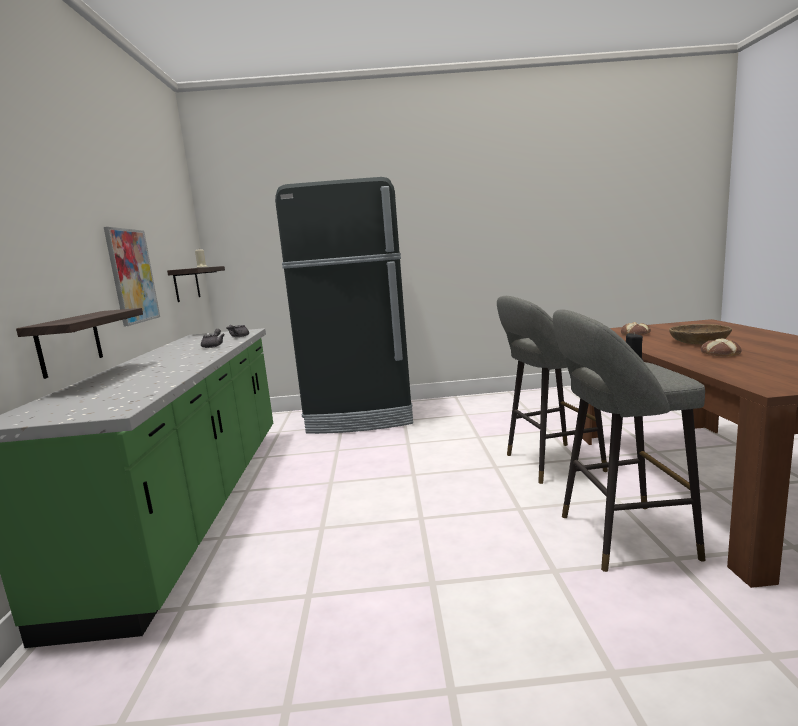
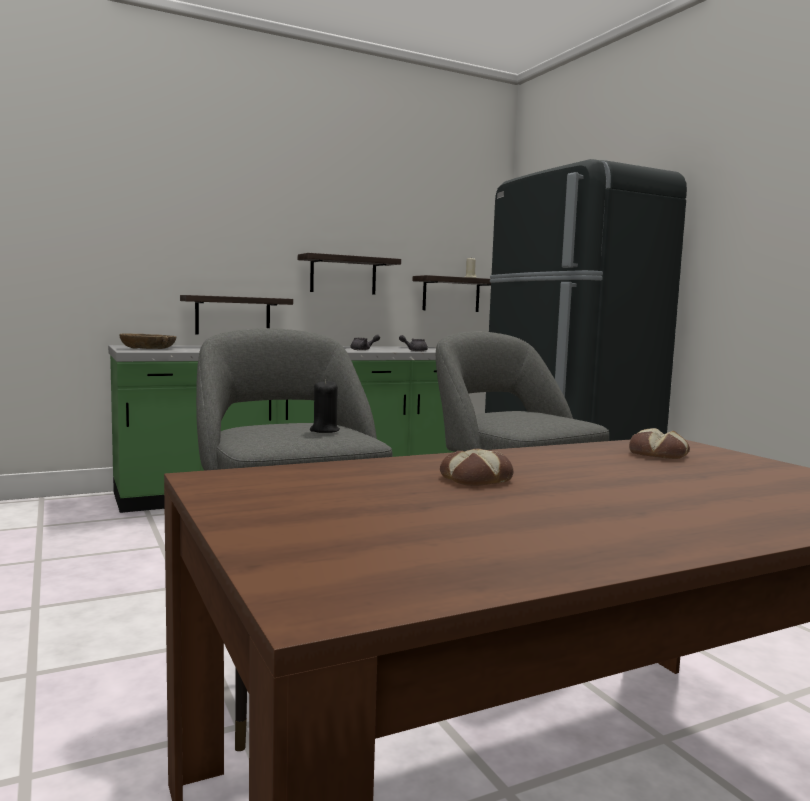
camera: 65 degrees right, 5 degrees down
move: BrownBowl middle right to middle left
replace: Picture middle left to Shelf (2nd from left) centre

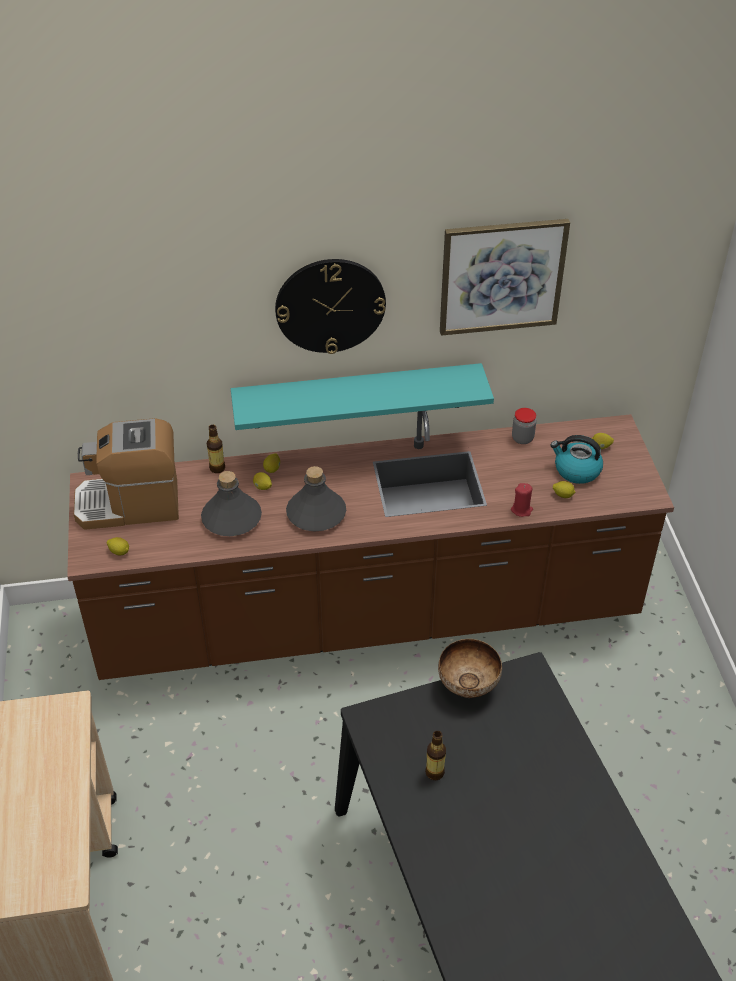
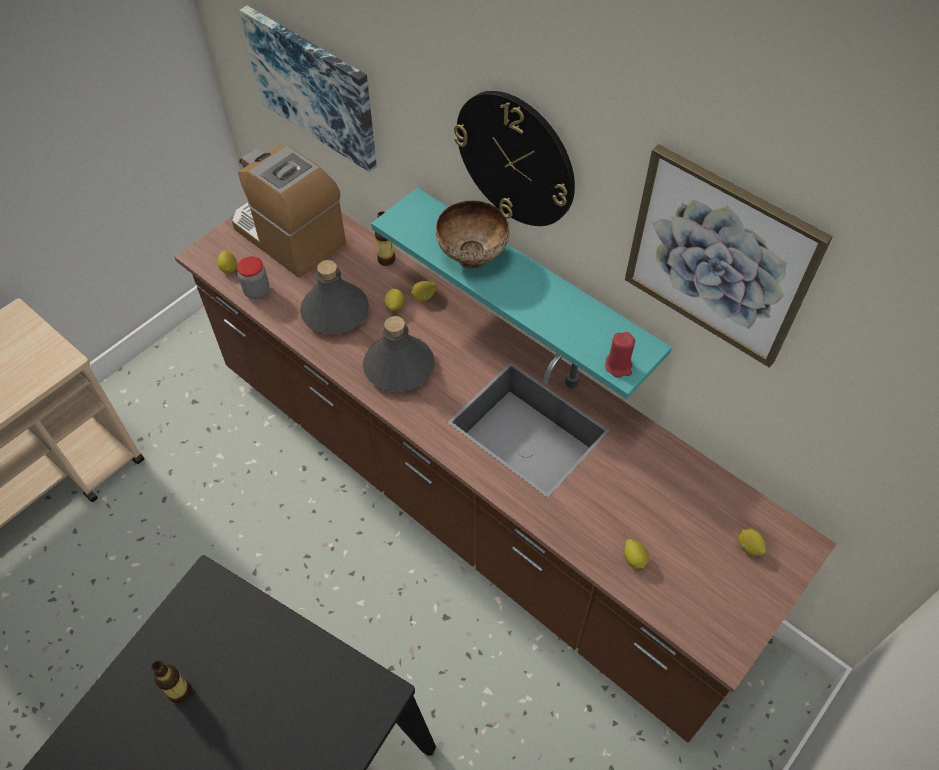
camera: 50 degrees right, 10 degrees up
delete: Kettle middle right
insert: Picture (1st from left) top left
move: Bowl bottom centre to top centre; RedCandle middle right to centre; Jar middle right to middle left

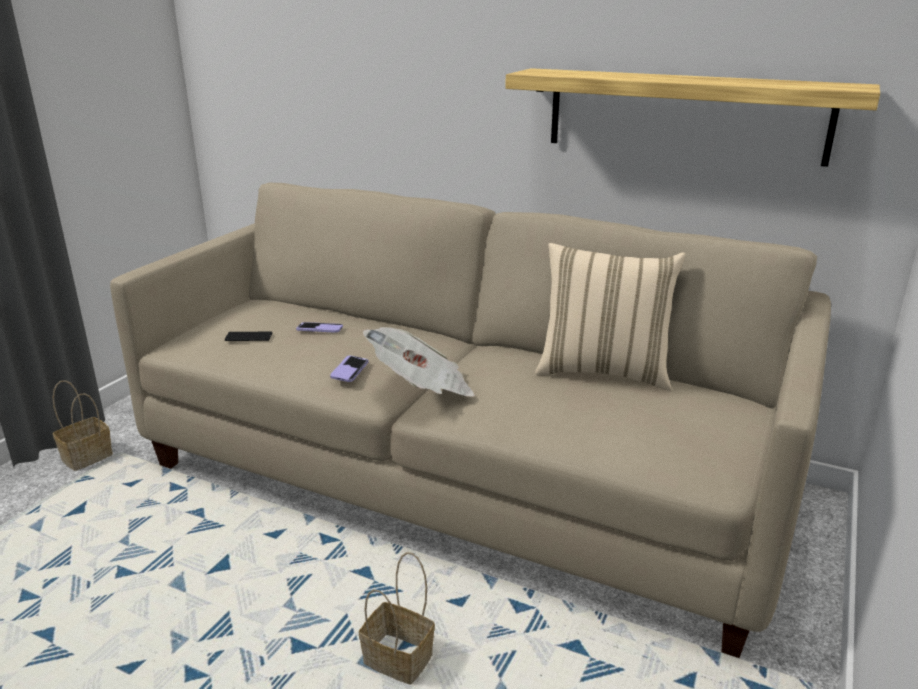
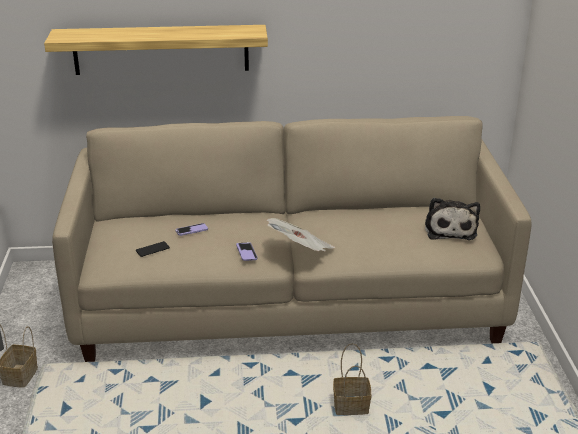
camera: 30 degrees left, 5 degrees up
delete: BeigePillow centre
insert: PlushToy middle right
move: Shelf top right to top left

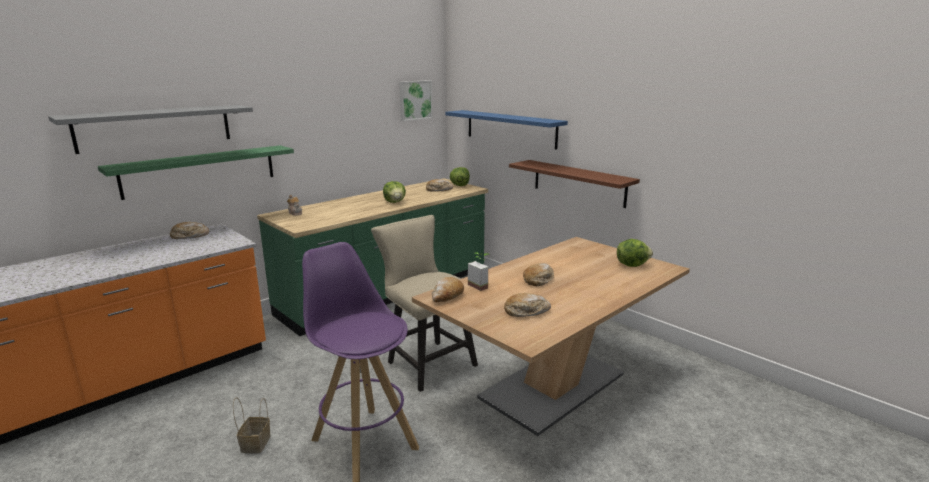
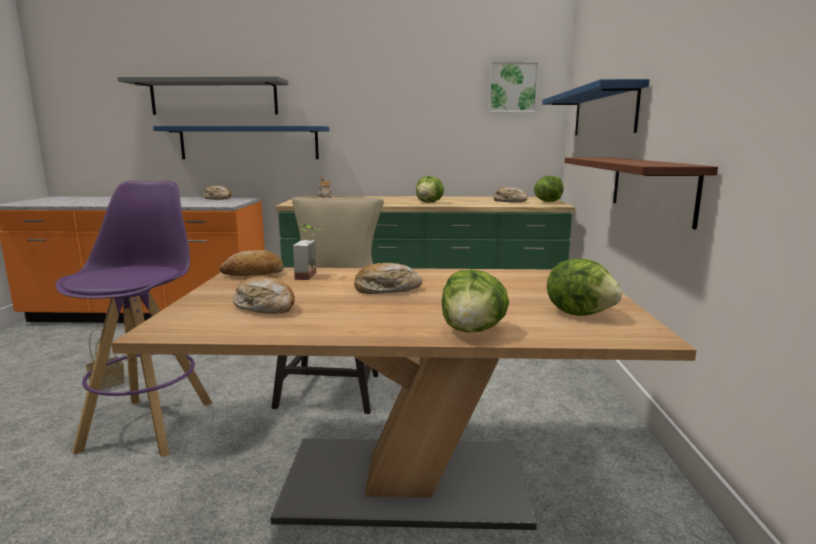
camera: 45 degrees right, 5 degrees down
insert: Lettuce (2nd from left) centre
recolor: GreenShelf middle left to BlueShelf (1st from left) top left

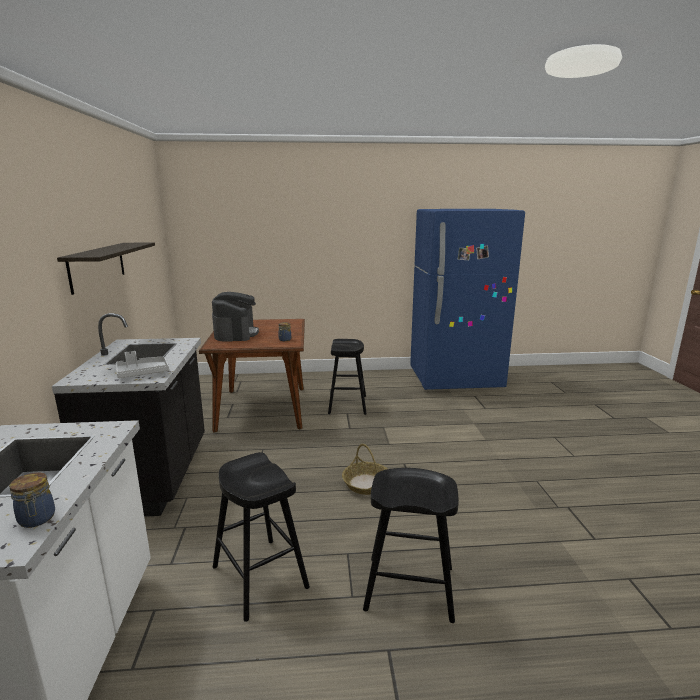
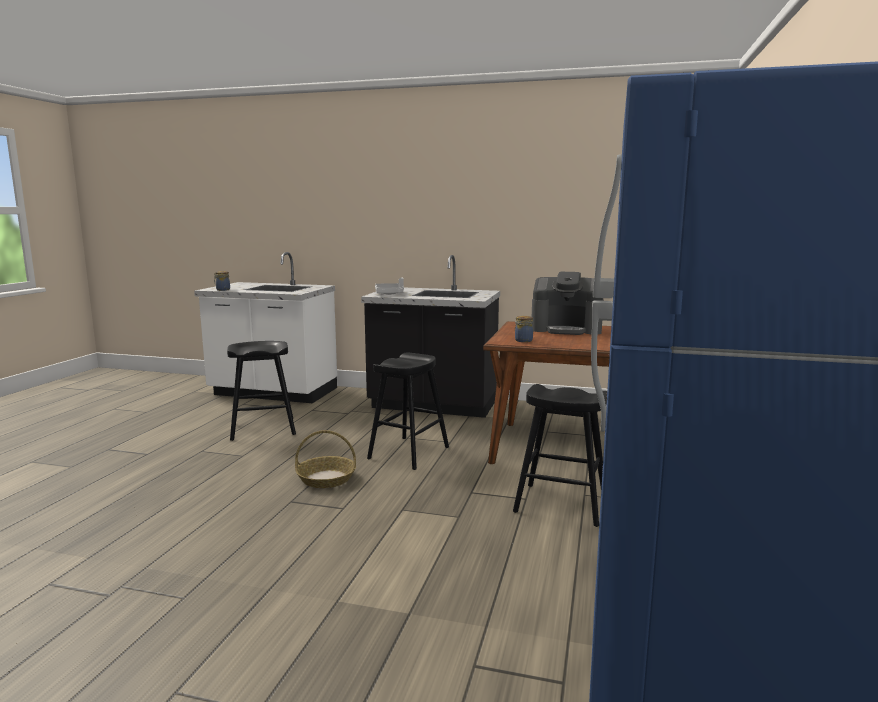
camera: 110 degrees right, 5 degrees down
delete: Shelf middle left
move: BlackStool (3rd from left in the first image) bottom centre to BlackStool (2nd from left) centre

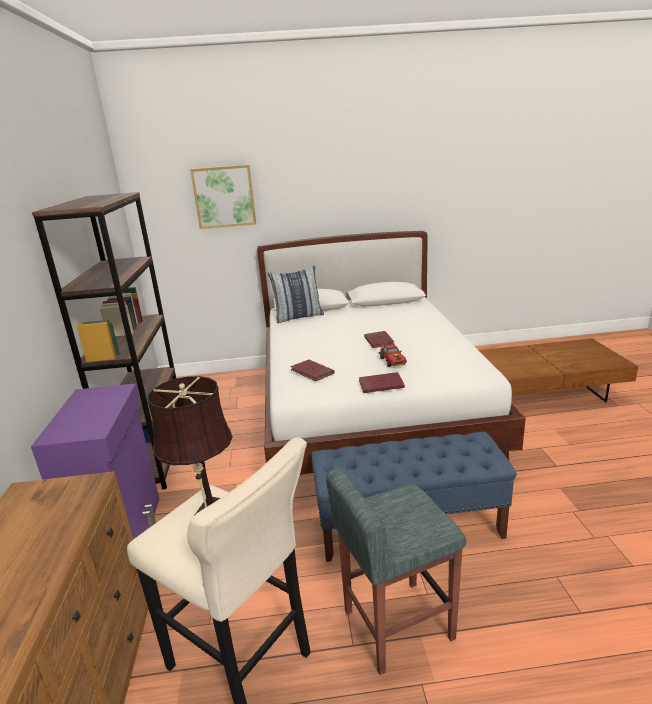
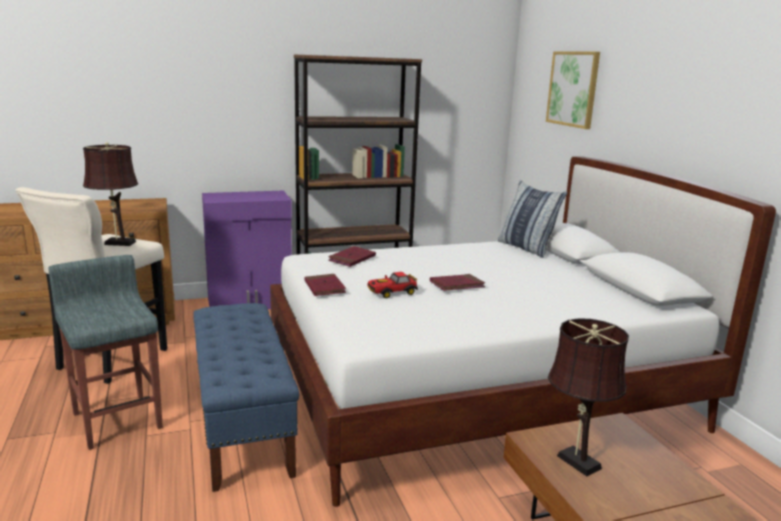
camera: 75 degrees right, 5 degrees down
insert: BrownTableLamp (2nd from left) bottom right

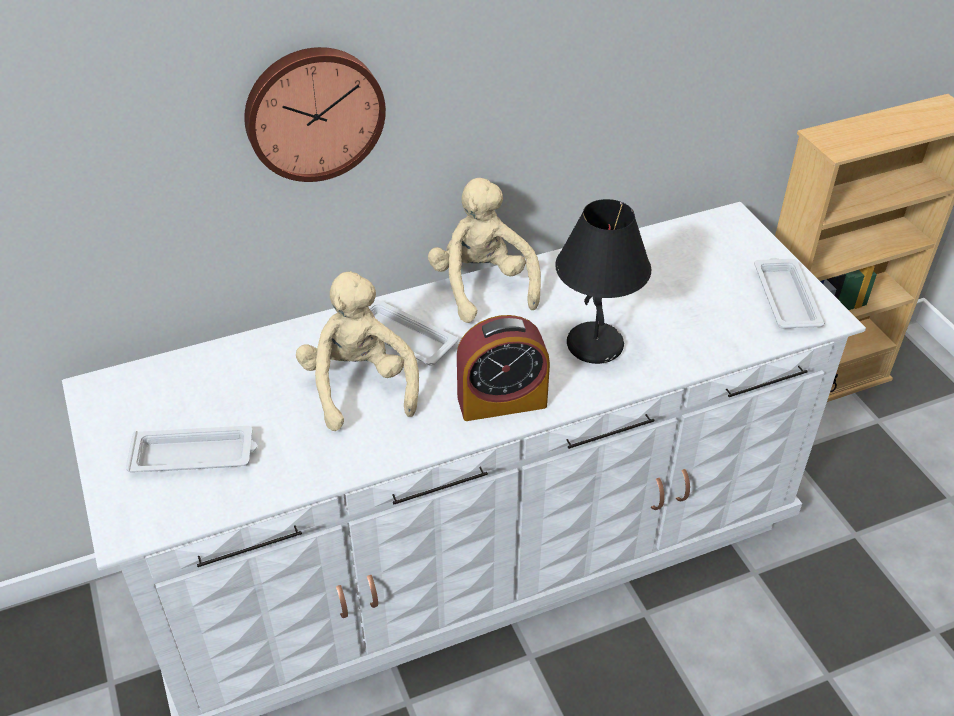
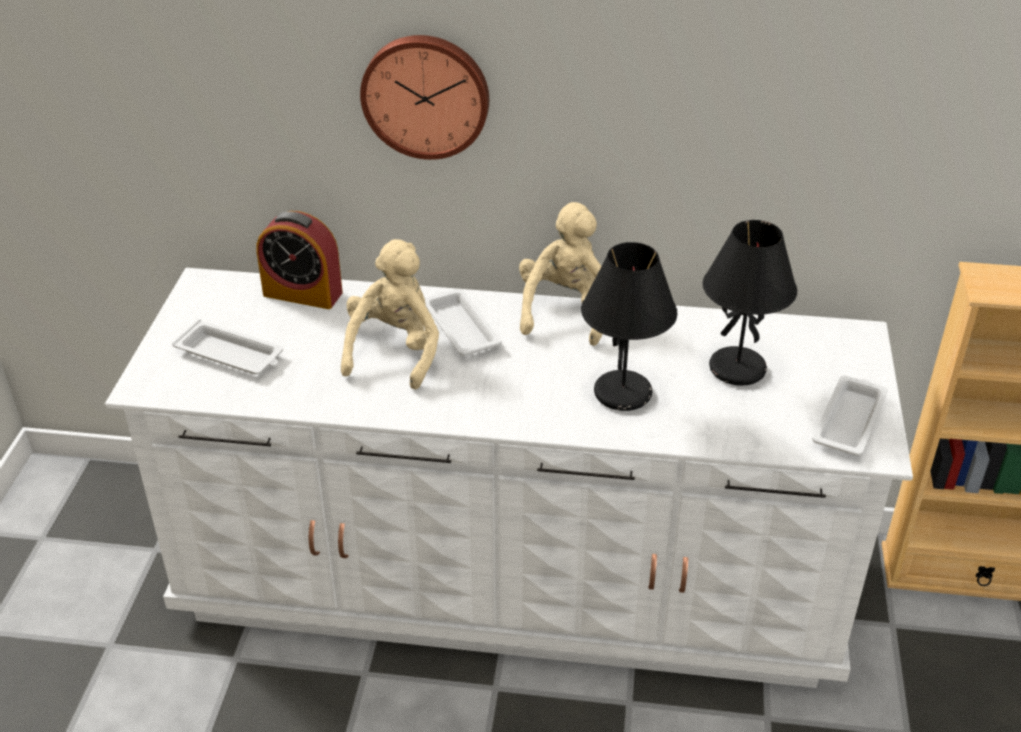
camera: 30 degrees right, 5 degrees down
insert: BlackTableLamp (2nd from left) middle right
move: AlarmClock centre to middle left

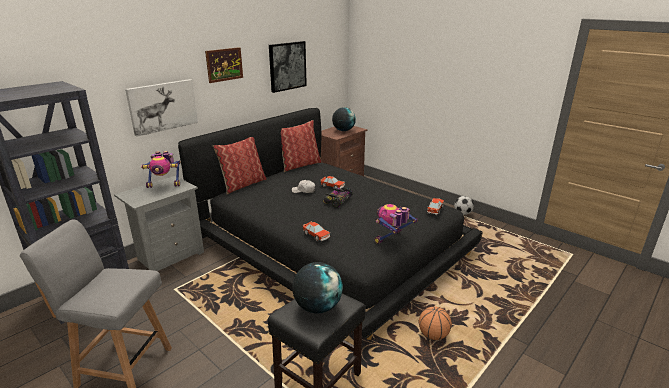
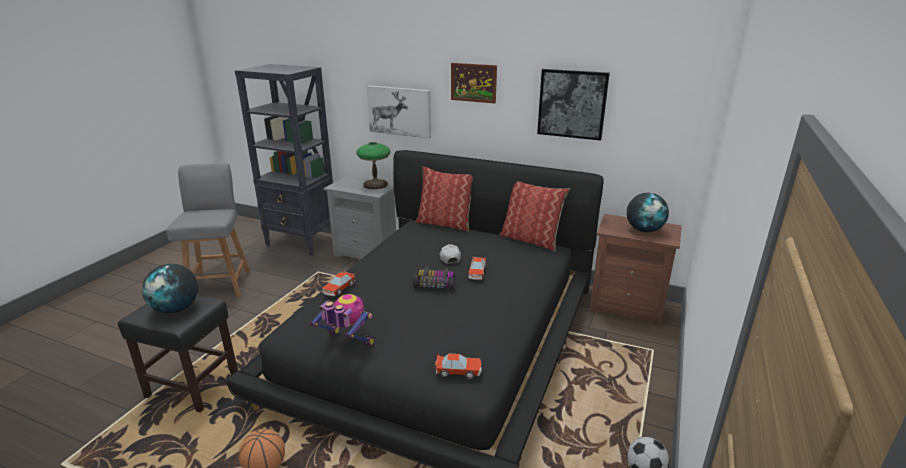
camera: 70 degrees right, 0 degrees up
replace: ToyRobot (1st from left) middle left to TableLamp centre

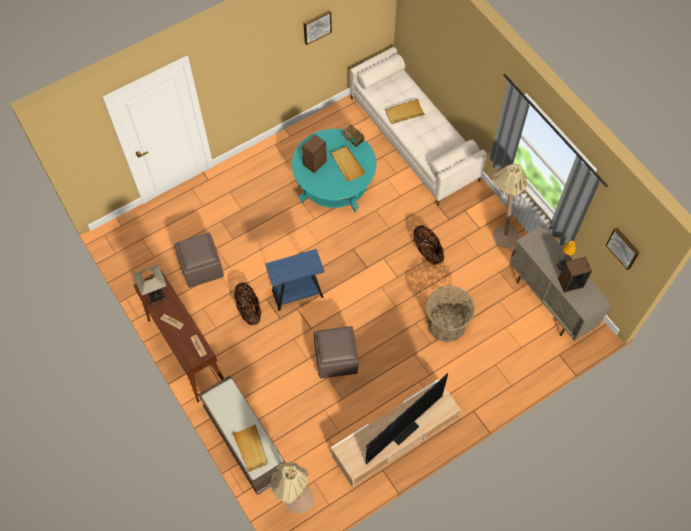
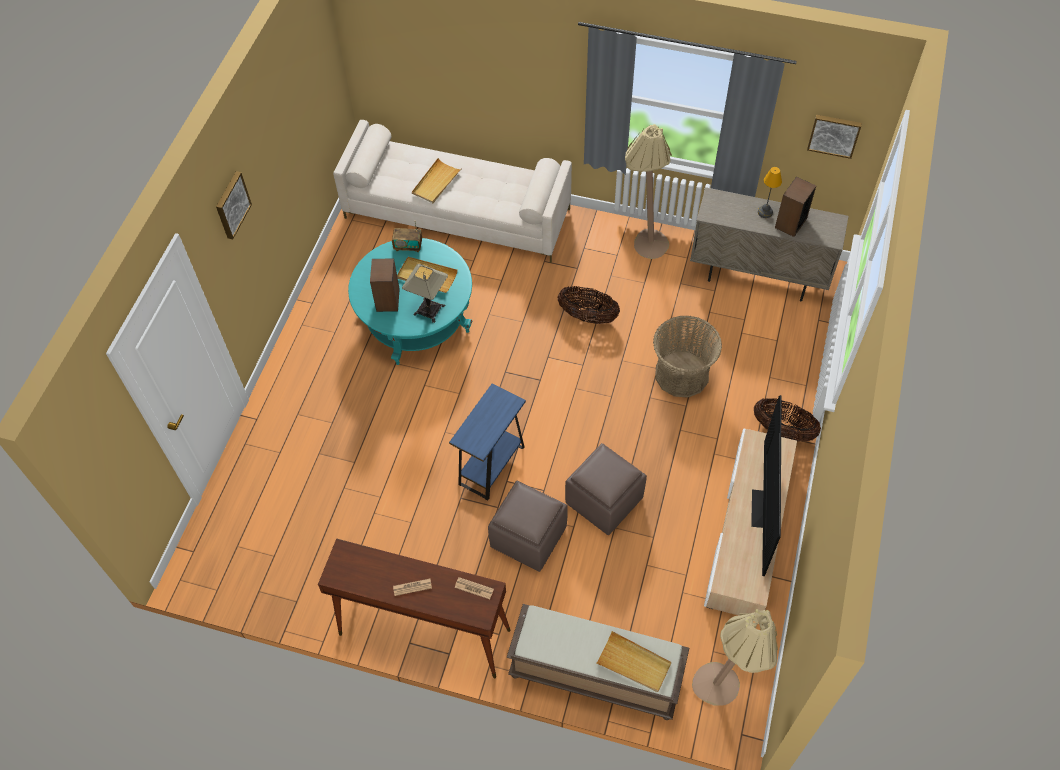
camera: 40 degrees left, 5 degrees down
move: TableLamp (1st from left) middle left to centre; BrownOttoman (1st from left) middle left to bottom centre; Basket (1st from left in the first image) centre to Basket (3rd from left) middle right; Picture (1st from left) top centre to top left

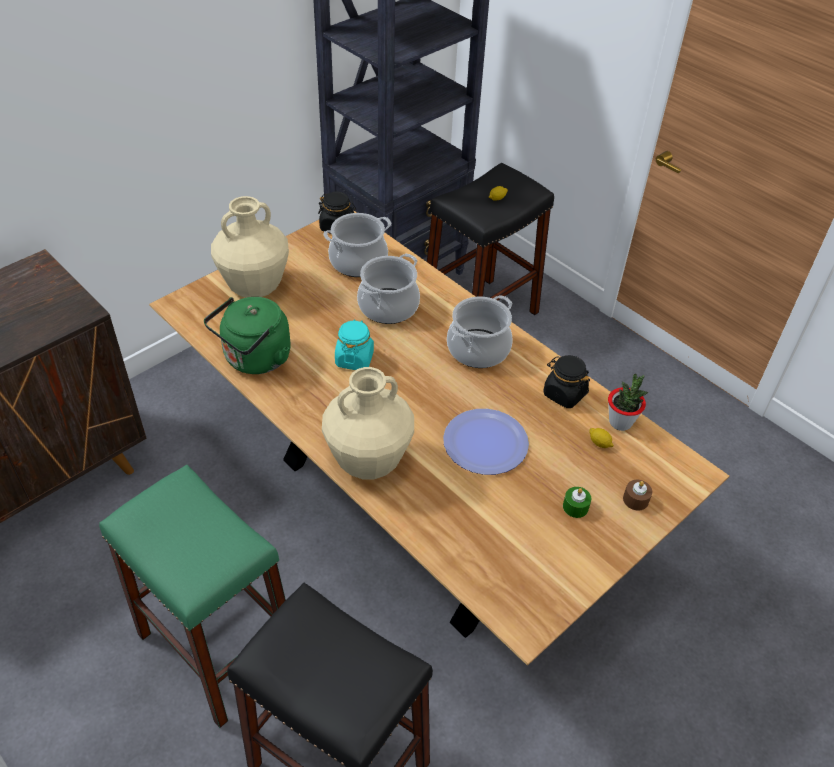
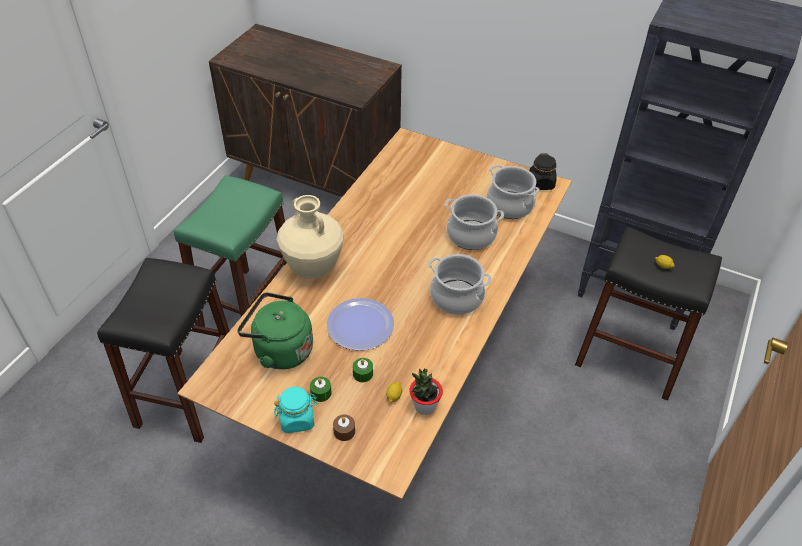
camera: 70 degrees right, 0 degrees up
delete: BeigeVase (1st from left) top left; BlackJar (2nd from left) middle right
insert: GreenCandle (2nd from left) bottom centre
move: GreenKettle middle left to centre; TurquoiseJar centre to bottom centre

